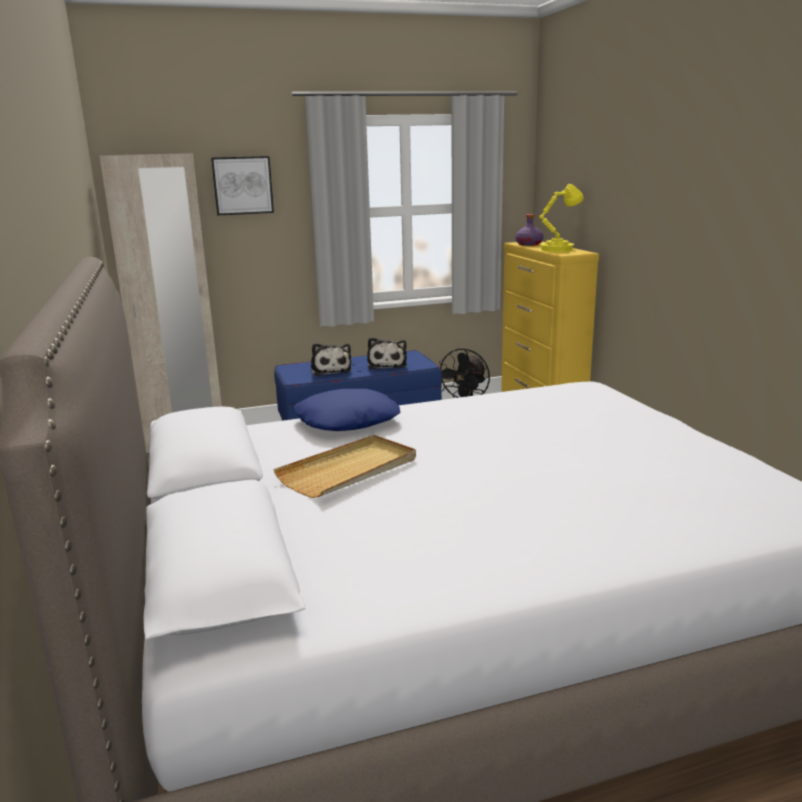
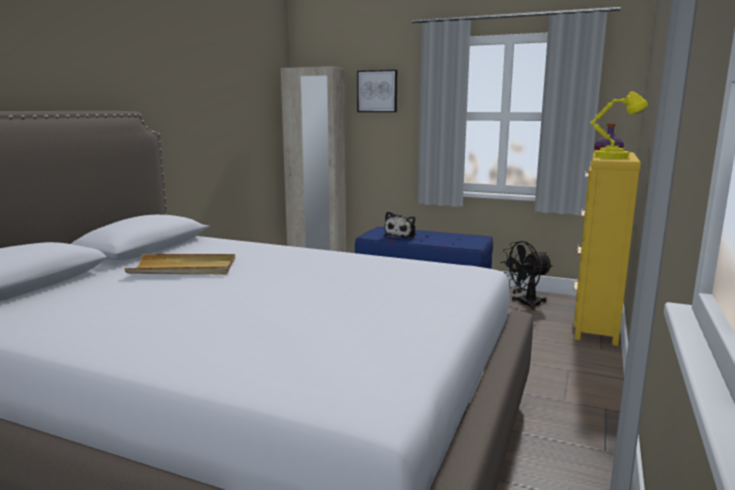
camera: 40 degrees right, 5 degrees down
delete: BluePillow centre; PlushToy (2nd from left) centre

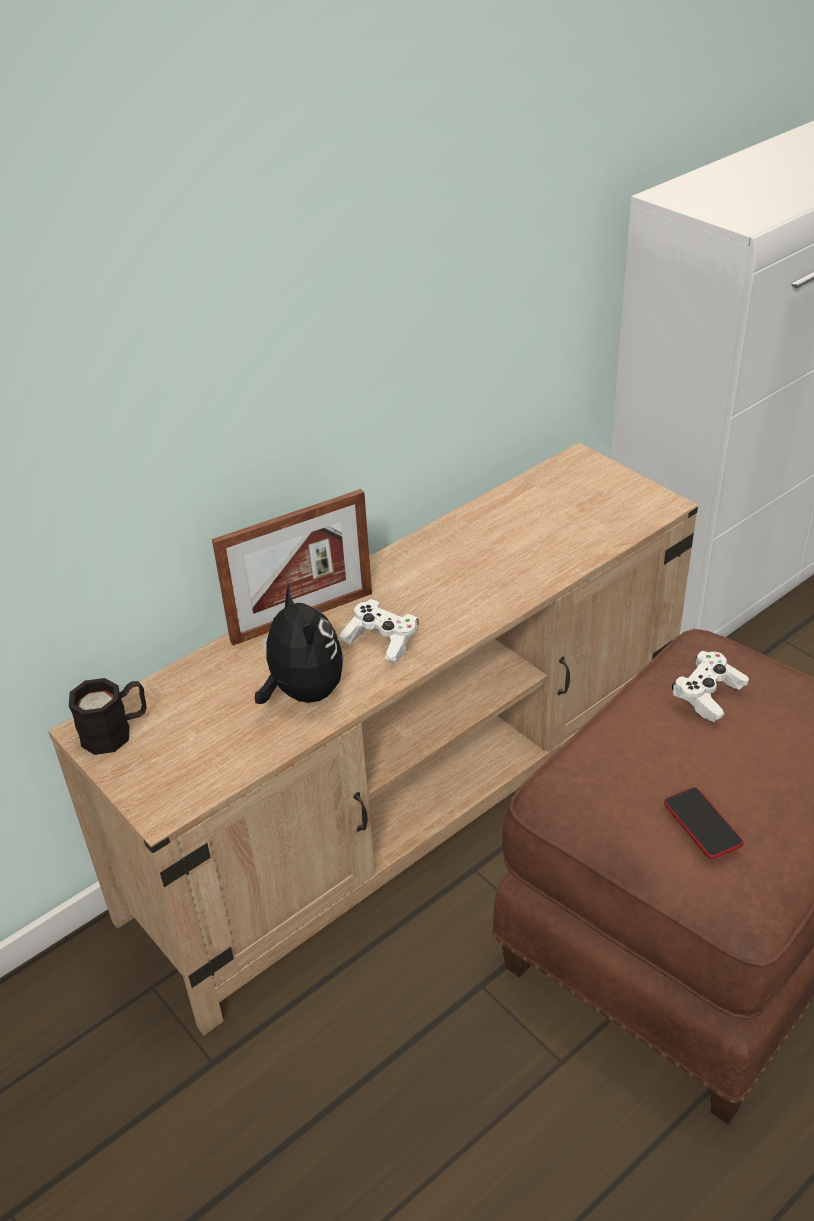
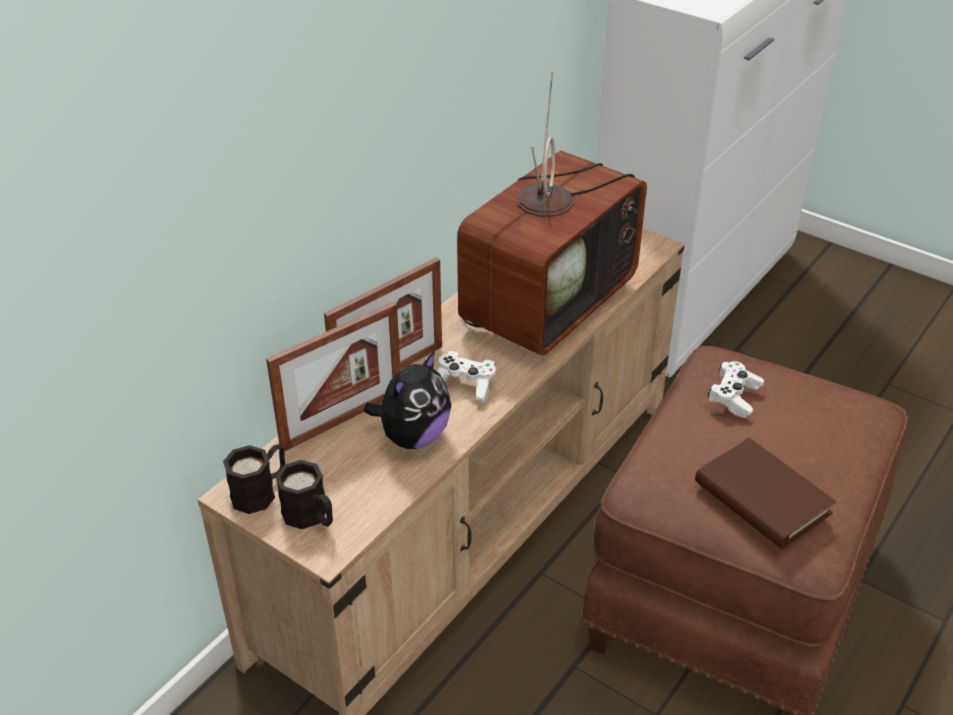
camera: 15 degrees left, 0 degrees up
insert: PictureFrame (1st from left) centre; BlackMug (2nd from left) bottom left; Television top centre
replace: Phone bottom right to BrownBook bottom right
rotate: PlushToy centre = centre 75 degrees clockwise

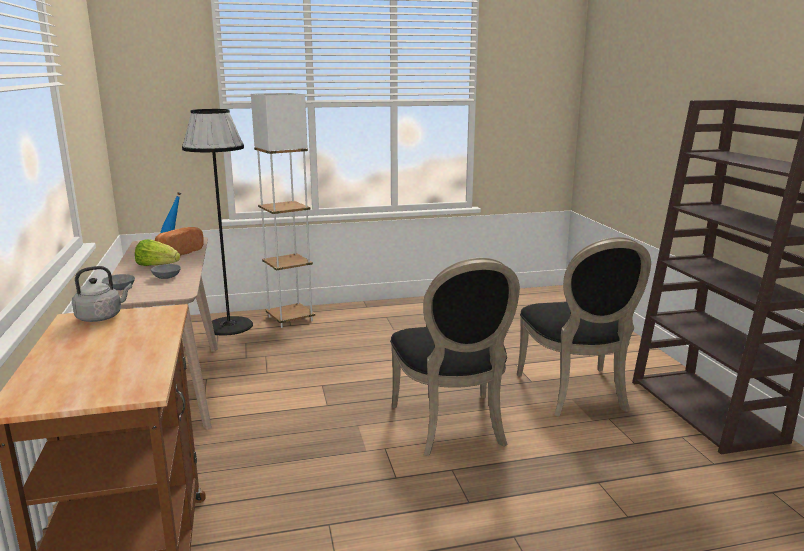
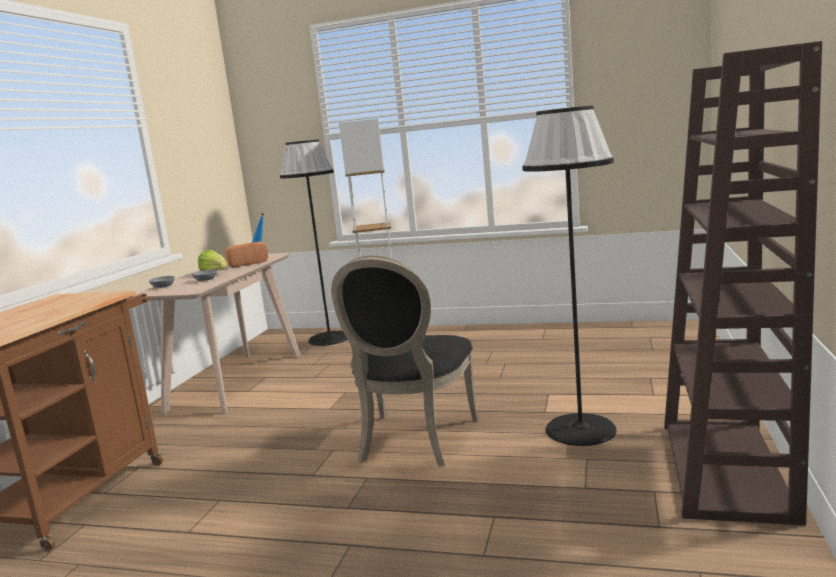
camera: 30 degrees right, 5 degrees down
delete: GreyKettle middle left
replace: BlackChair (2nd from left) middle right to BlackFloorLamp (2nd from left) middle right

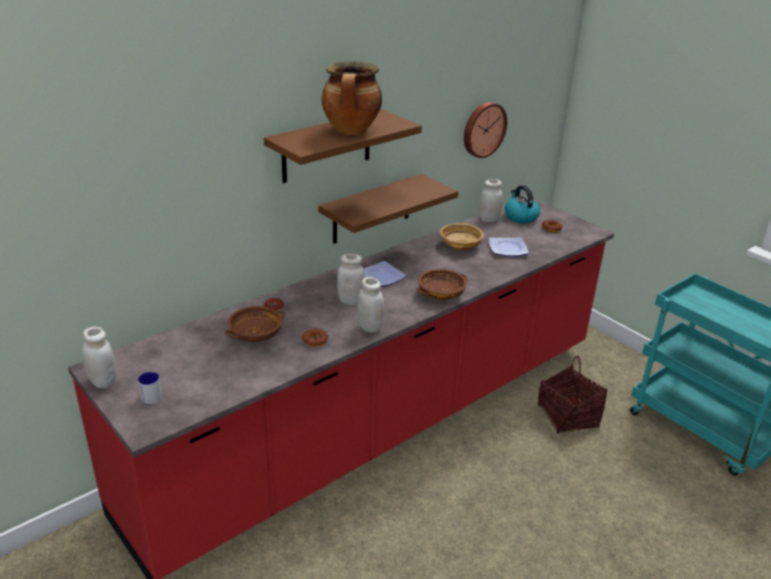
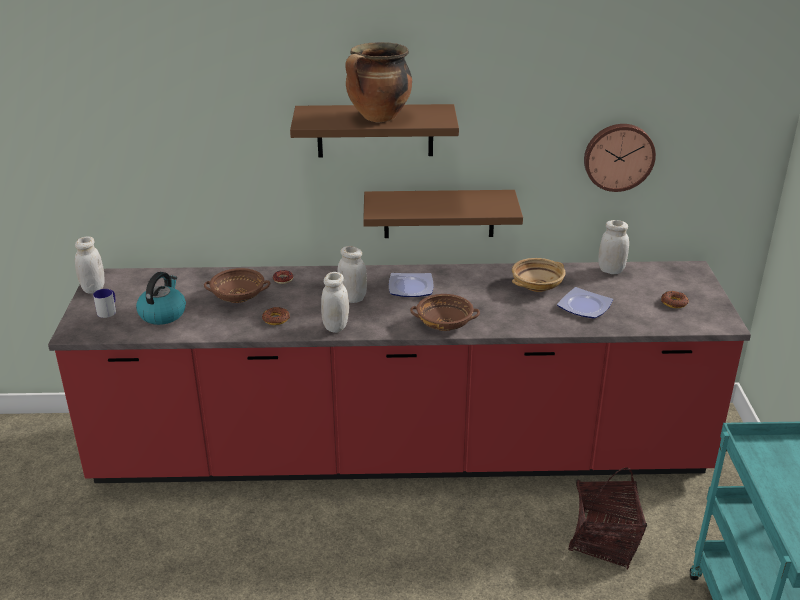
camera: 40 degrees right, 0 degrees up
move: Kettle middle right to middle left

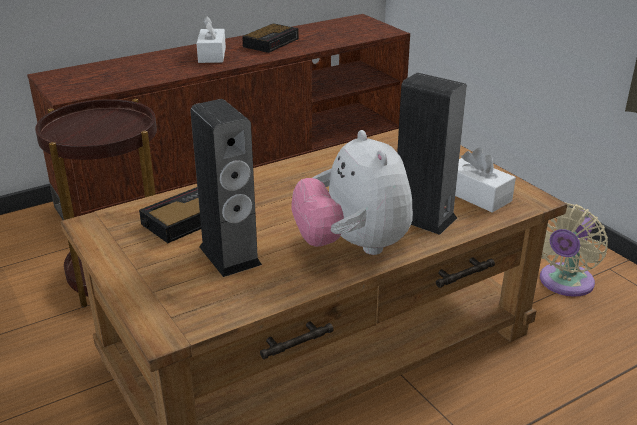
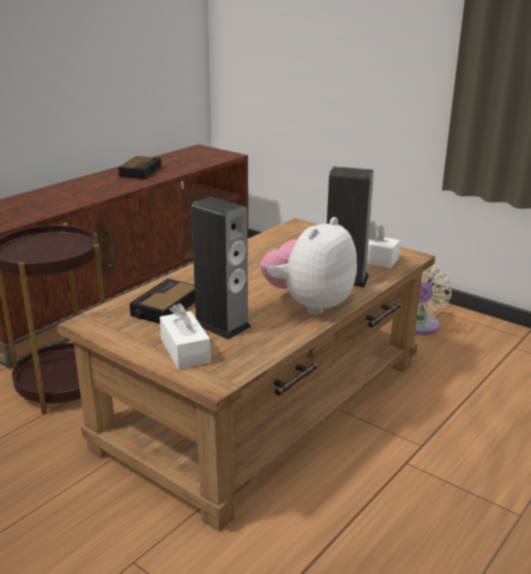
camera: 20 degrees left, 5 degrees down
move: WhiteTissueBox (1st from left) top left to centre
rotate: PlushToy centre = centre 75 degrees clockwise

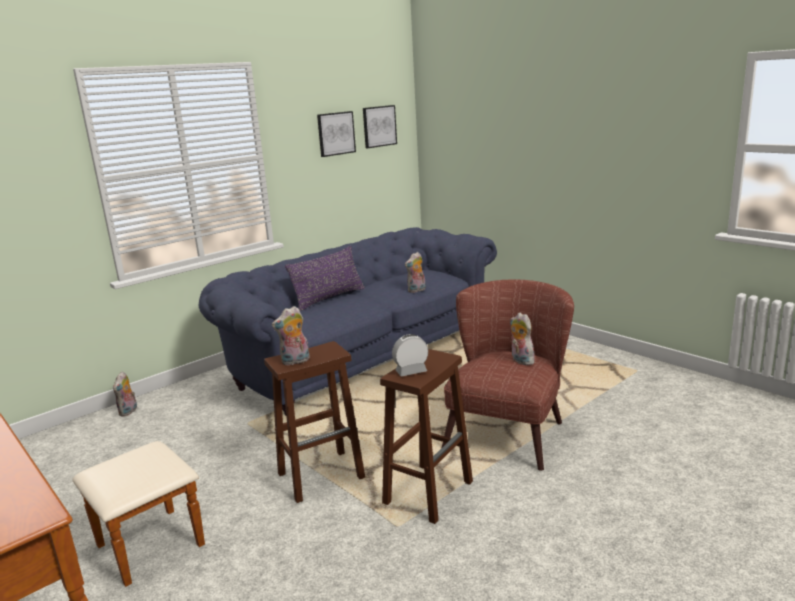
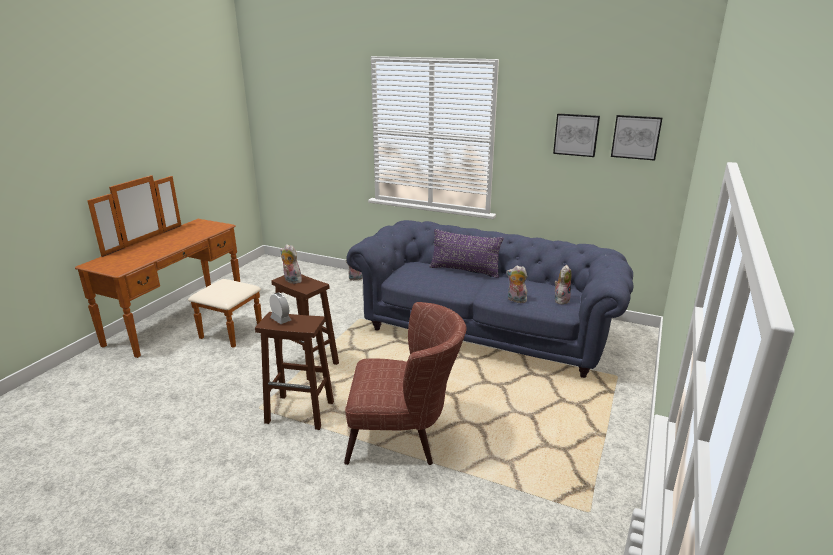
camera: 65 degrees right, 5 degrees up
move: PlushToy (4th from left) centre to middle right

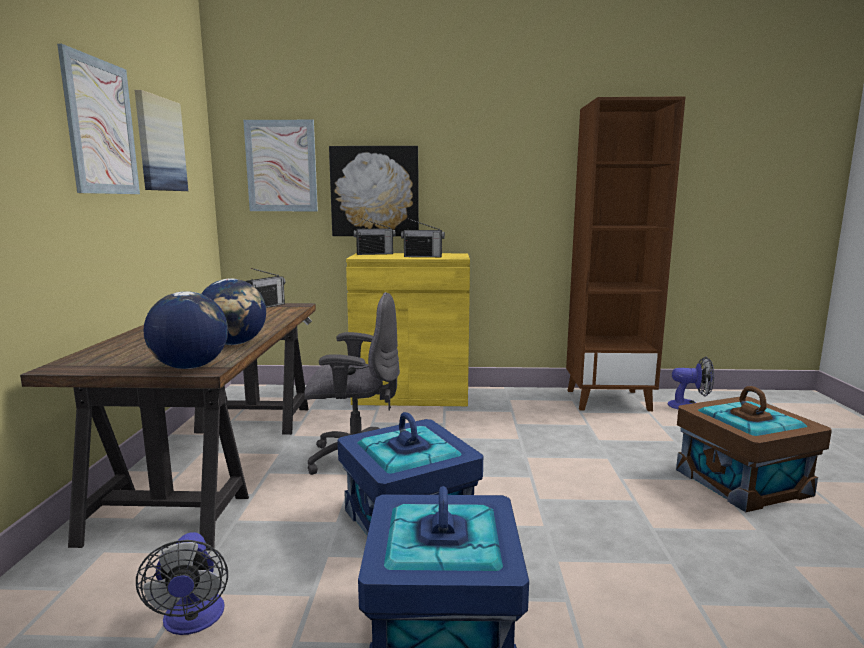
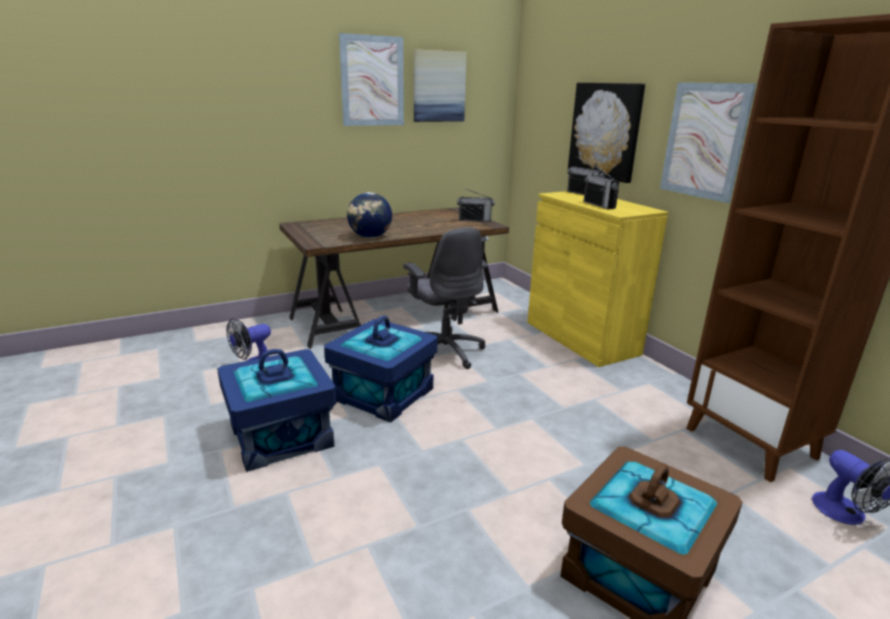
camera: 60 degrees right, 10 degrees up
delete: Globe (1st from left) middle left
move: Picture (3rd from left in the first image) top left to Picture (4th from left) top right

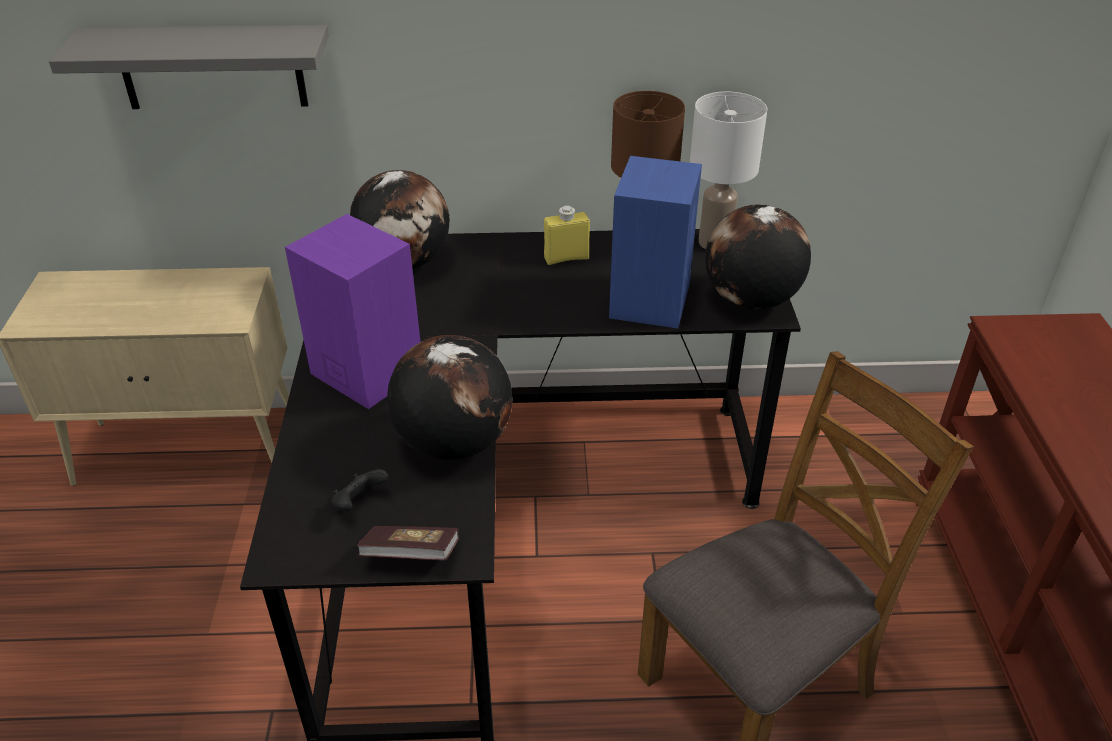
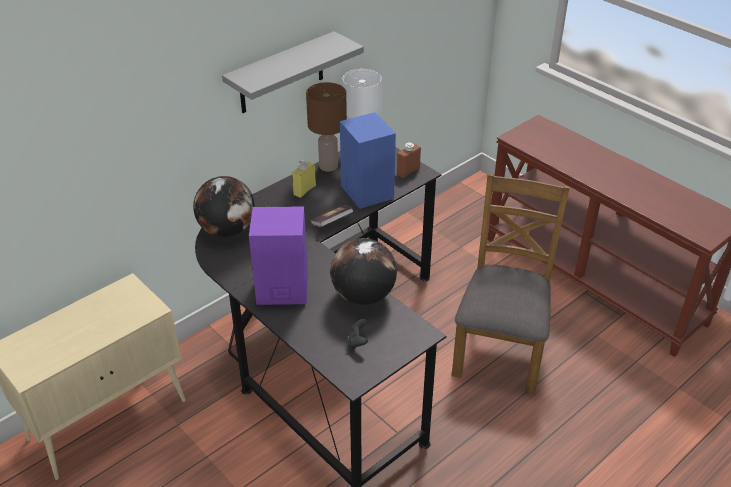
camera: 40 degrees left, 0 degrees up
move: GreyShelf top left to top centre; Book bottom centre to centre
replace: Globe (3rd from left) middle right to BrownBottle top centre

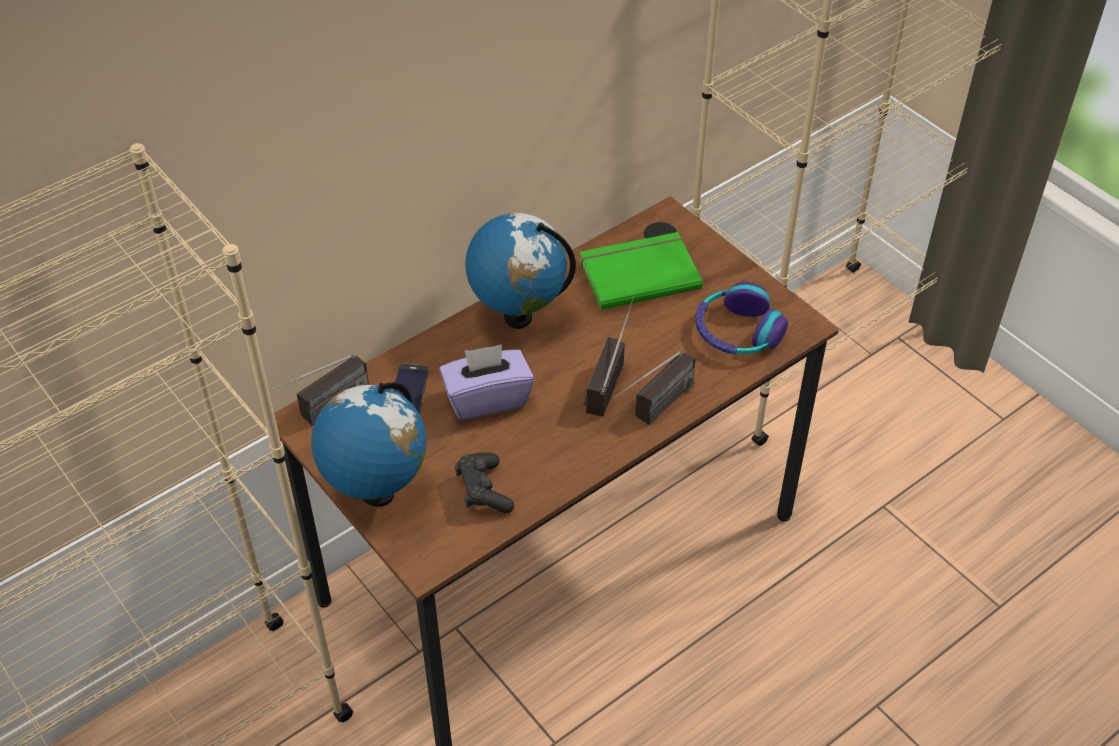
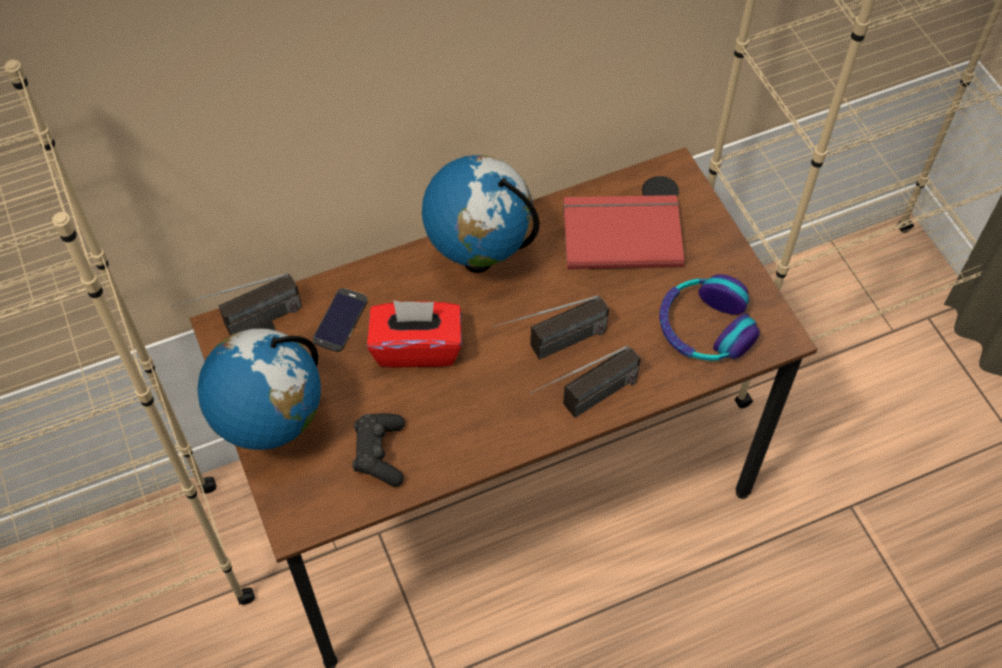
camera: 15 degrees right, 10 degrees up
recolor: PurpleTissueBox centre to RedTissueBox centre; GreenBook centre to RedBook centre
rotate: Radio (2nd from left) centre = centre 150 degrees counterclockwise

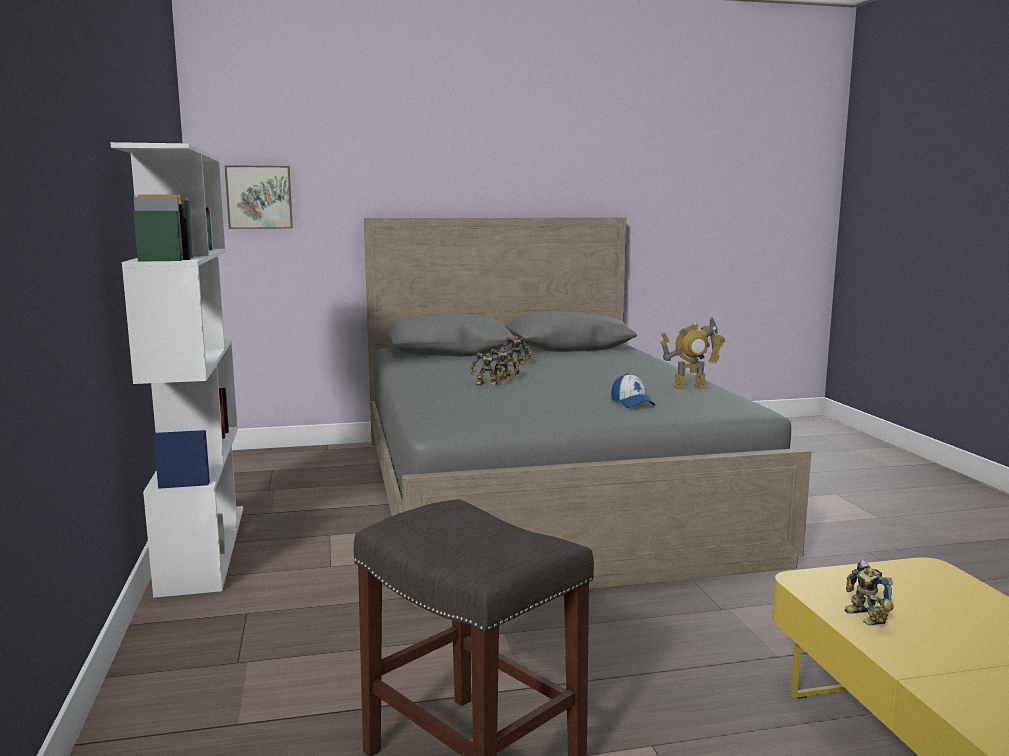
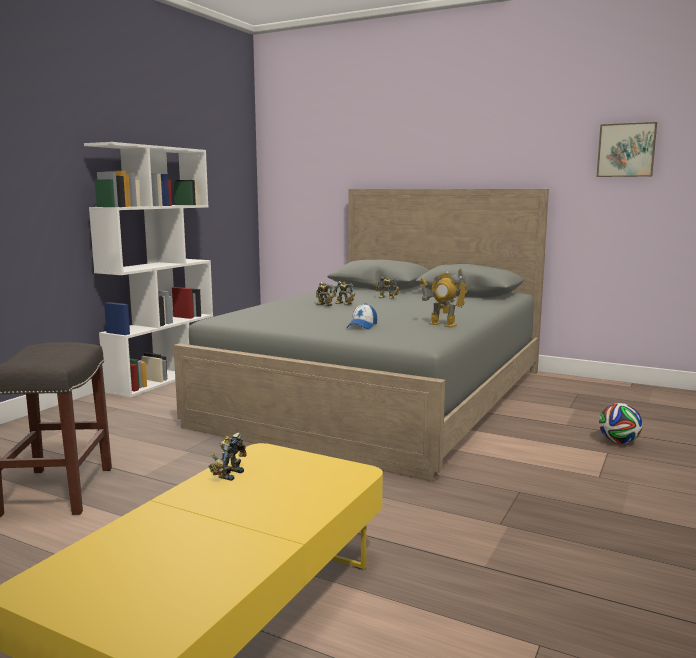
camera: 40 degrees right, 0 degrees up
insert: Football middle right
move: Picture top left to top right

